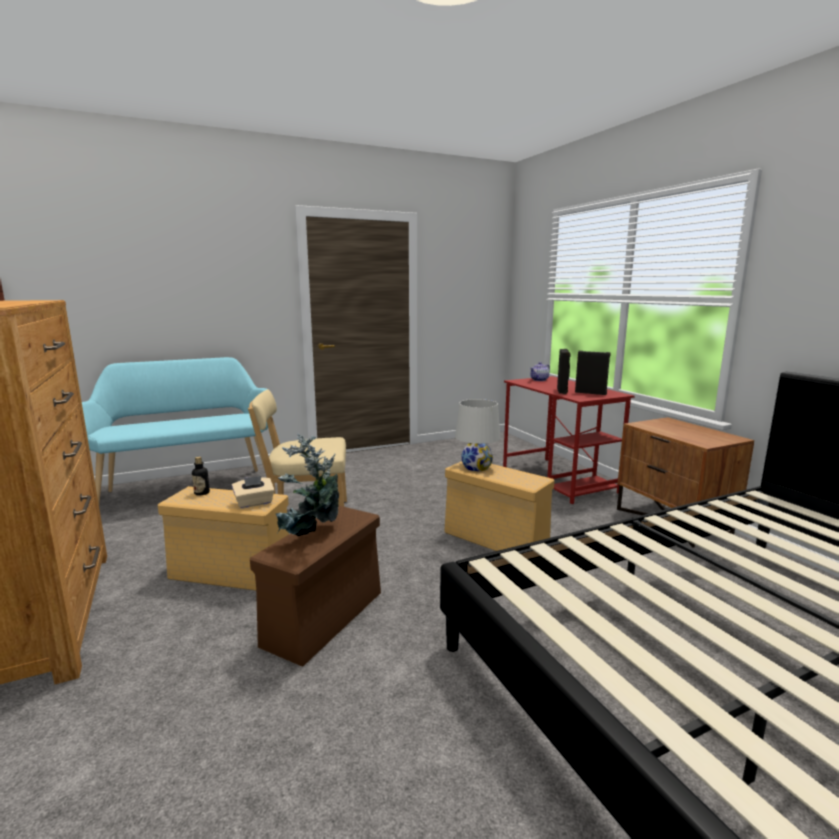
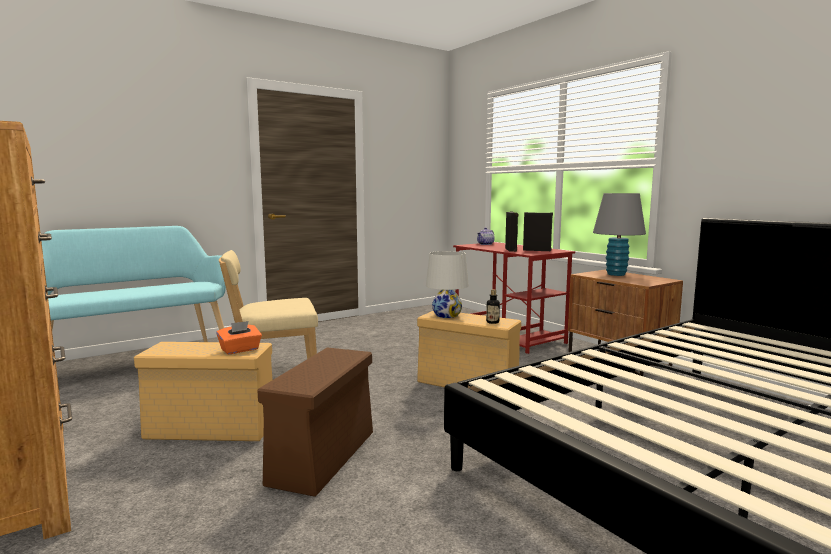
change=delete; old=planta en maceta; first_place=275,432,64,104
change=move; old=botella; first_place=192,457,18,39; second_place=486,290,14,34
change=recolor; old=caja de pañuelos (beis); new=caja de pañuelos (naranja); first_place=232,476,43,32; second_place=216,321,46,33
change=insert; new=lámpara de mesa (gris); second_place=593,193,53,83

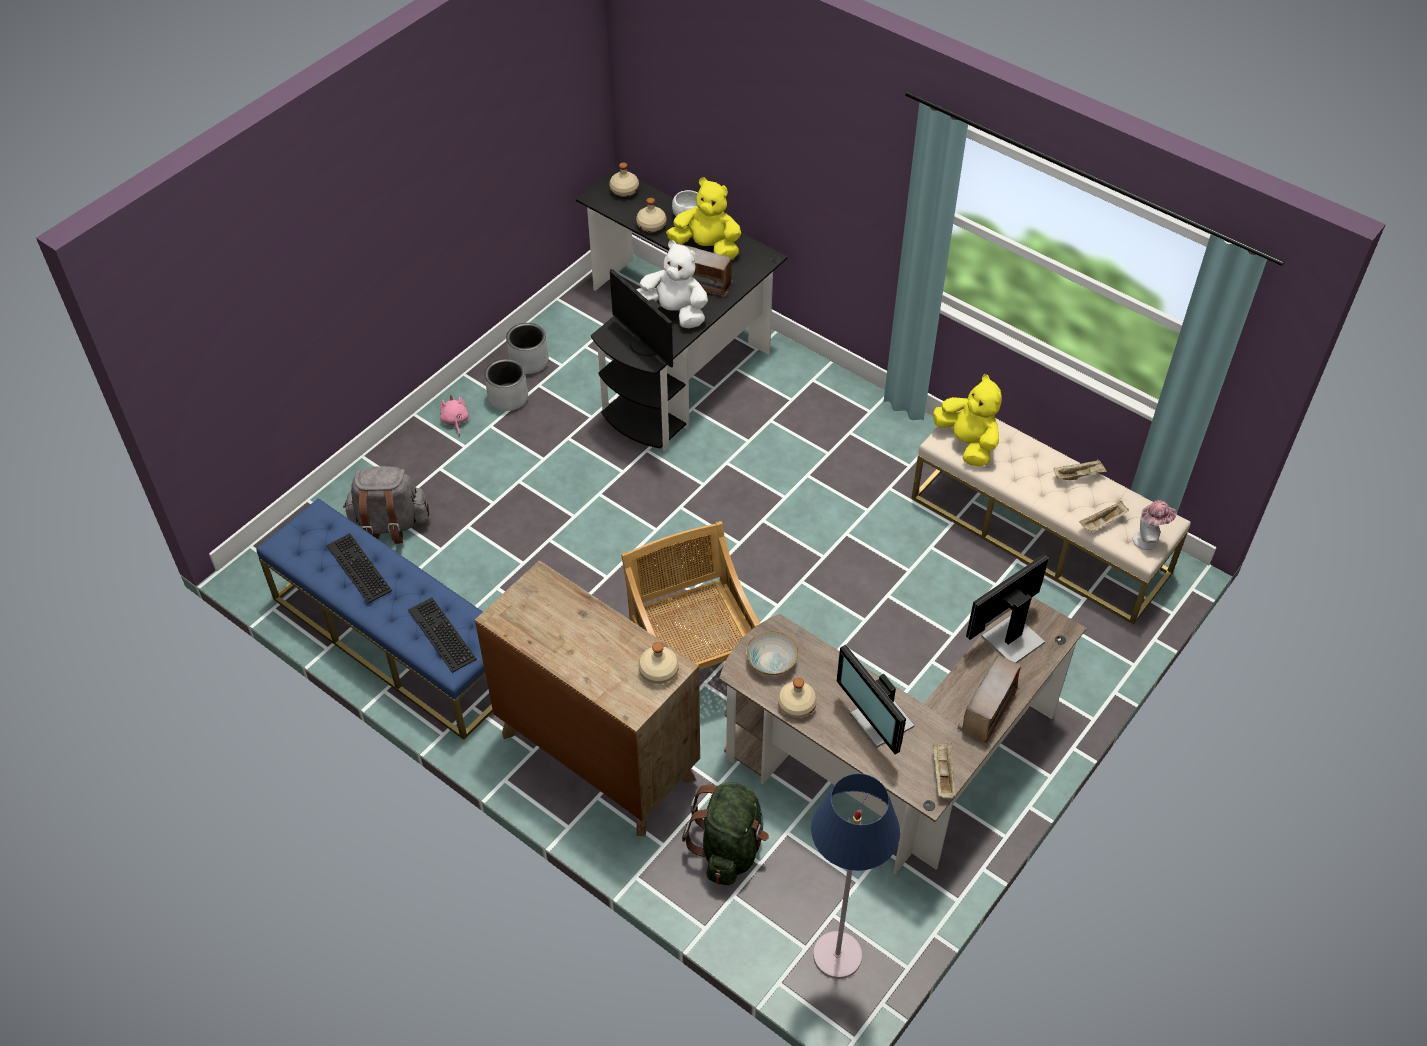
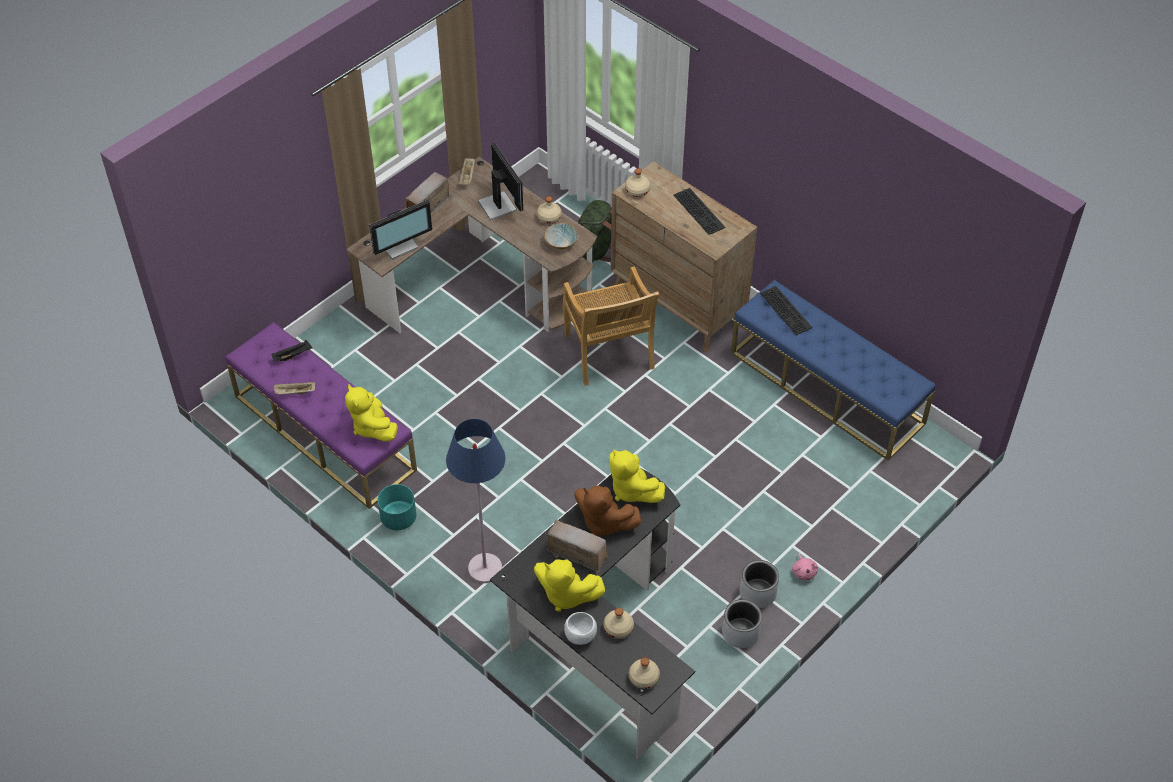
change=recolor; old=peluche (blanco); new=peluche (marrón); first_place=637,240,71,89; second_place=575,485,67,51
change=replace; old=monitor; new=peluche (amarillo); first_place=610,269,63,98; second_place=609,449,56,54
change=recolor; old=banco (beis); new=banco (morado); first_place=912,409,279,215; second_place=226,322,191,187
change=delete; old=mochila (gris); first_place=343,466,86,78
change=delete; old=sombrero; first_place=1133,500,43,50
change=recolor; old=bandeja (beis); new=bandeja (negro); first_place=1079,501,50,31; second_place=272,340,41,22
change=move; old=teclado; first_place=326,533,66,71; second_place=673,188,52,47
change=move; old=lámpara de pie (azul); first_place=811,773,89,206; second_place=446,419,60,164
change=insert; new=maceta (turquesa); second_place=378,484,38,47

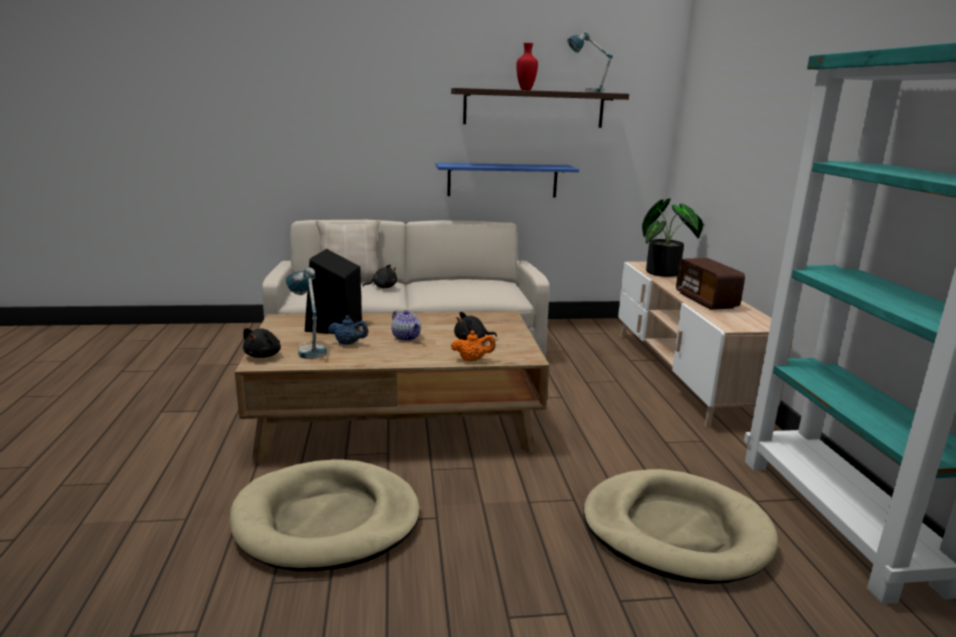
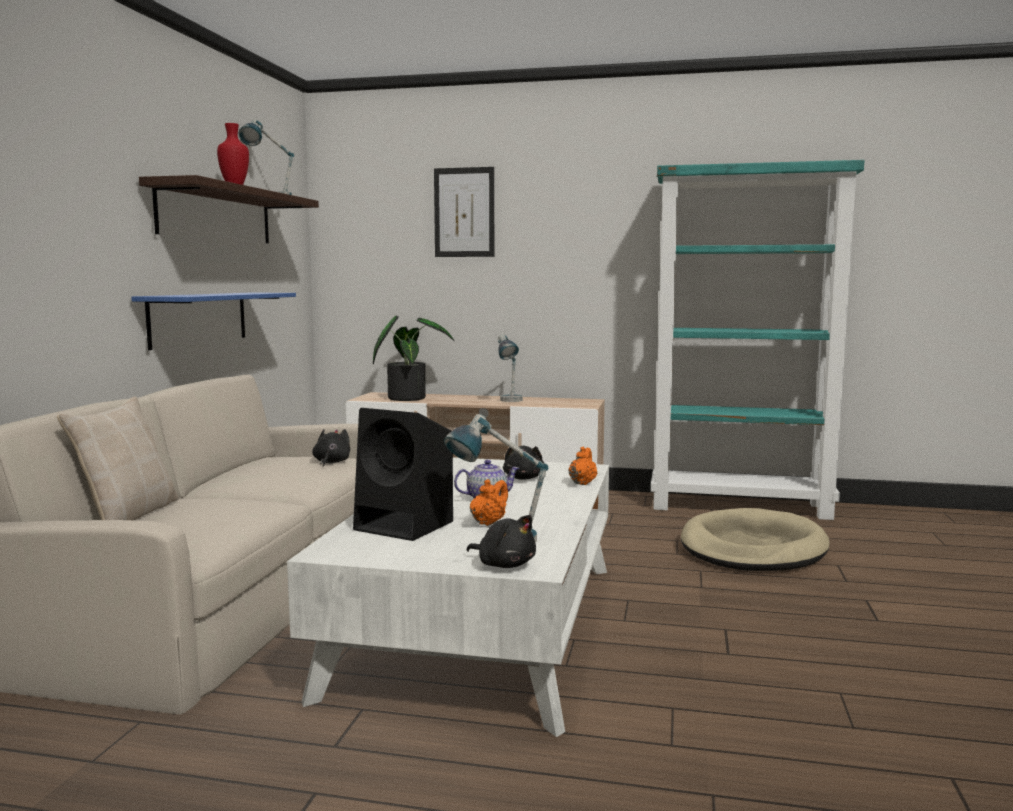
change=replace; old=radio; new=lámpara de mesa; first_place=676,258,69,52; second_place=498,334,24,68
change=move; old=peluche (negro); first_place=363,265,34,24; second_place=312,429,38,37
change=recolor; old=mesa de centro (marrón); new=mesa de centro (blanco); first_place=235,312,314,152; second_place=287,457,322,280
change=recolor; old=tetera (azul); new=tetera (naranja); first_place=328,315,40,30; second_place=470,479,38,47
change=delete; old=cama para perro (beis); first_place=230,459,190,112
change=insert; new=cuadro; second_place=434,167,60,90

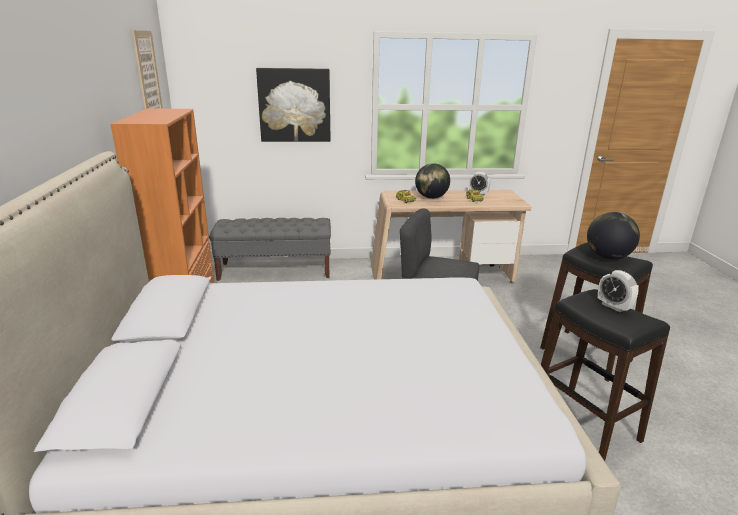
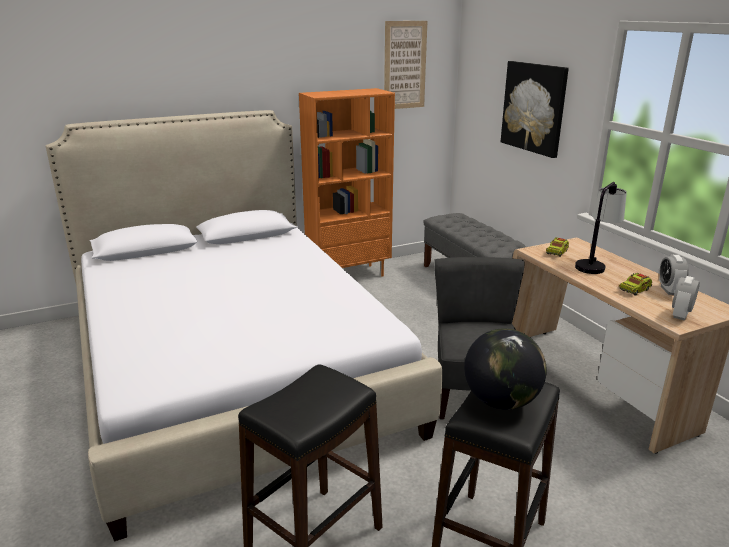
change=replace; old=globo terráqueo; new=lámpara de mesa; first_place=415,163,35,36; second_place=575,182,52,92
change=move; old=despertador; first_place=598,270,41,42; second_place=672,276,28,44

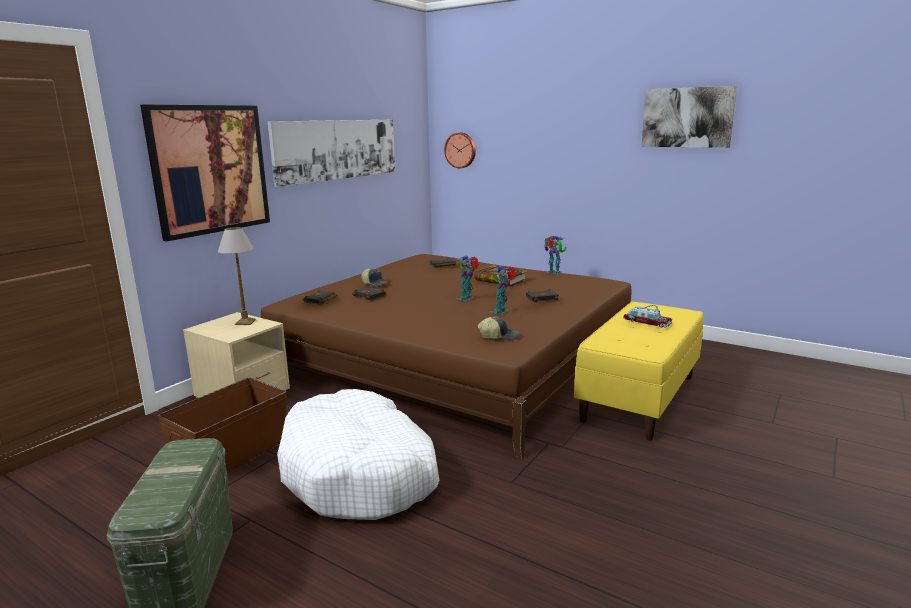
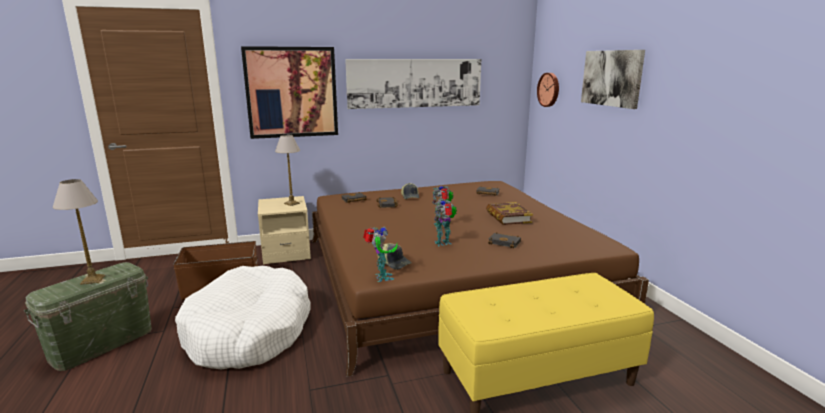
change=move; old=cuadro; first_place=642,86,95,62; second_place=581,50,64,59
change=move; old=robot de juguete; first_place=544,236,22,39; second_place=363,226,35,56
change=delete; old=coche de juguete; first_place=623,305,49,23
change=insert; new=lámpara de mesa; second_place=53,179,52,106

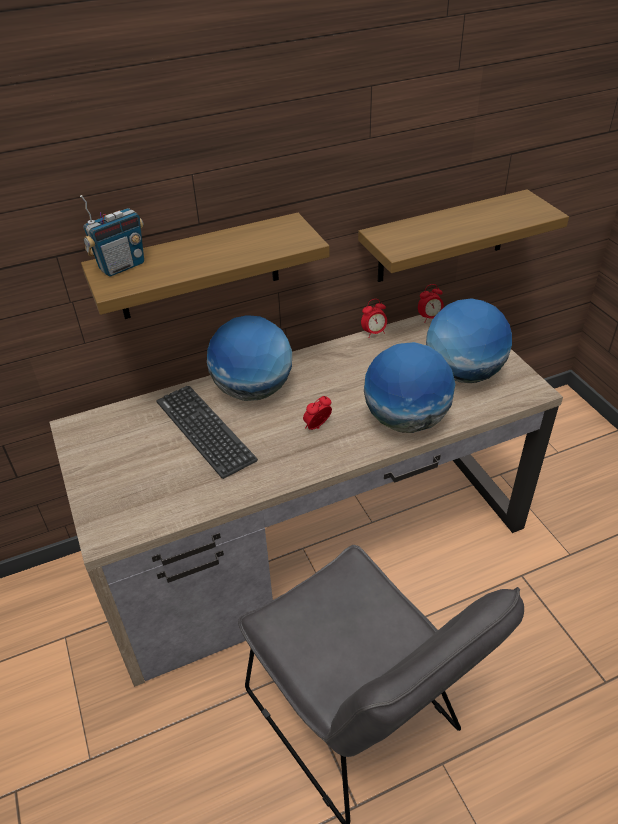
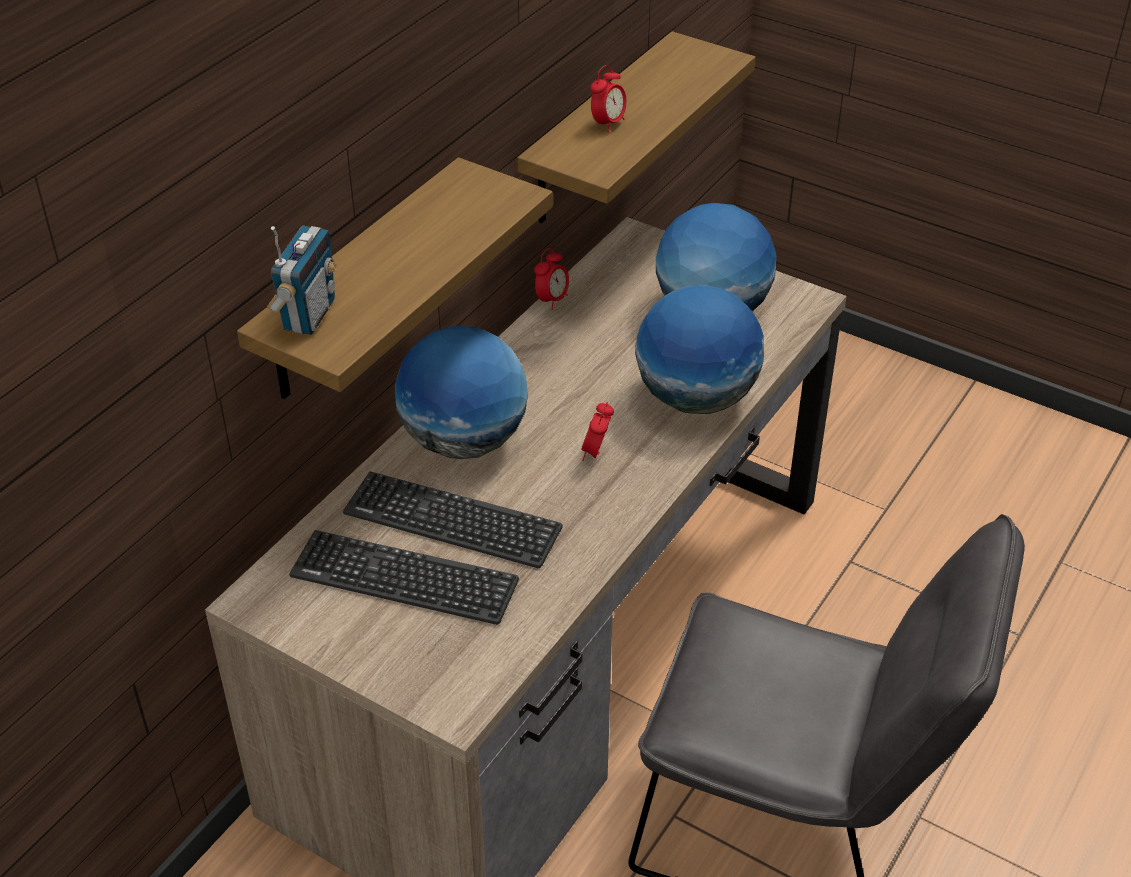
change=move; old=despertador; first_place=418,284,26,39; second_place=590,65,36,67
change=insert; new=teclado; second_place=289,530,230,95

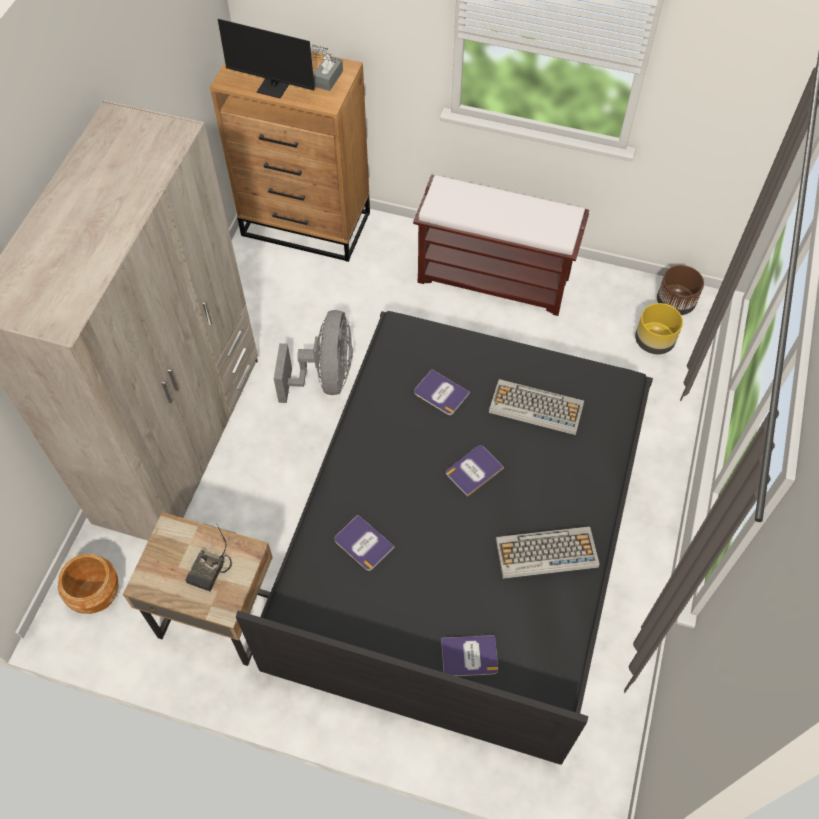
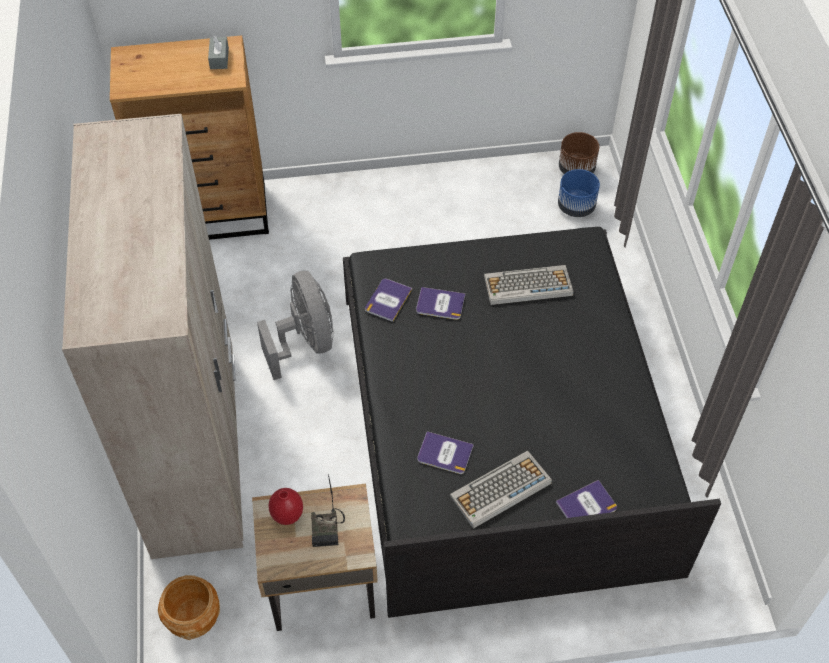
change=delete; old=monitor; first_place=218,19,123,79
change=delete; old=banco (marrón); first_place=413,175,176,141
change=recolor; old=maceta (amarillo); new=maceta (azul); first_place=635,303,48,51; second_place=558,169,42,48
change=move; old=libro; first_place=446,445,58,52; second_place=365,279,47,43
change=move; old=teclado; first_place=495,526,104,53; second_place=450,451,102,78
change=insert; new=florero (rojo); second_place=269,488,34,37

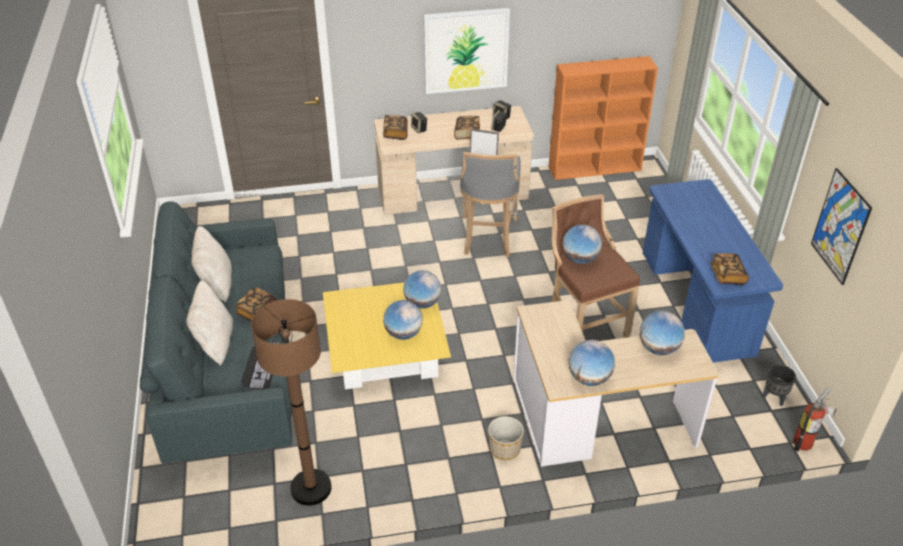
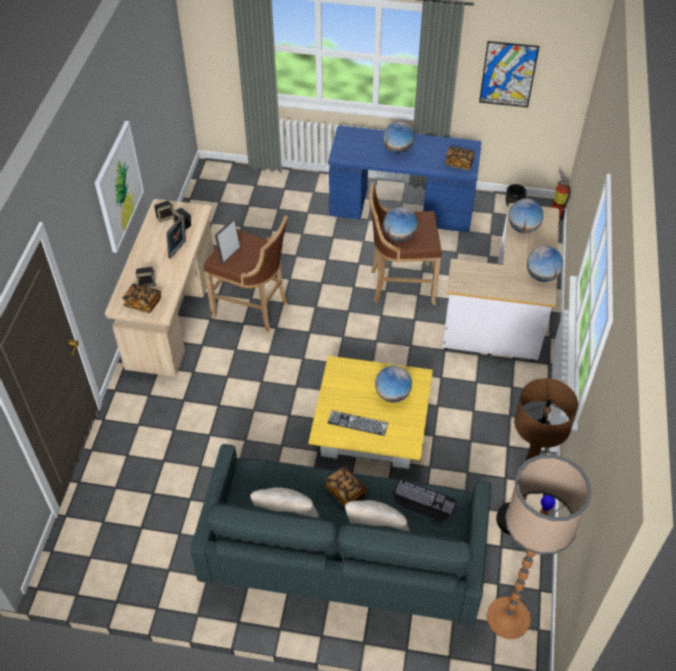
change=delete; old=estantería (naranja); first_place=549,56,109,124
change=replace; old=libro; new=portarretratos; first_place=454,116,26,24; second_place=166,215,20,44
change=recolor; old=taburete (gris); new=taburete (marrón); first_place=460,152,61,105; second_place=204,215,84,118
change=move; old=globo terráqueo; first_place=403,270,39,39; second_place=383,121,32,33
change=delete; old=maceta; first_place=488,416,36,44
change=insert; new=teclado; second_place=328,410,60,26
change=insert; new=lámpara de pie; second_place=486,454,106,185

